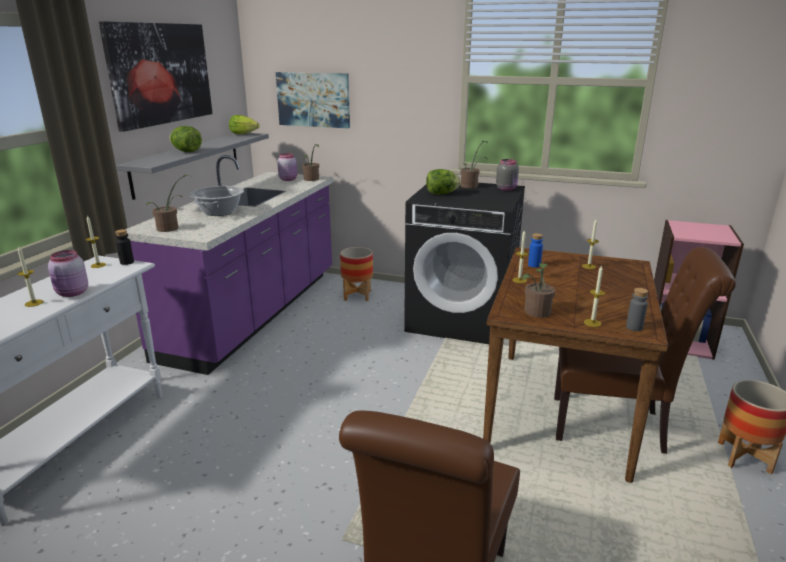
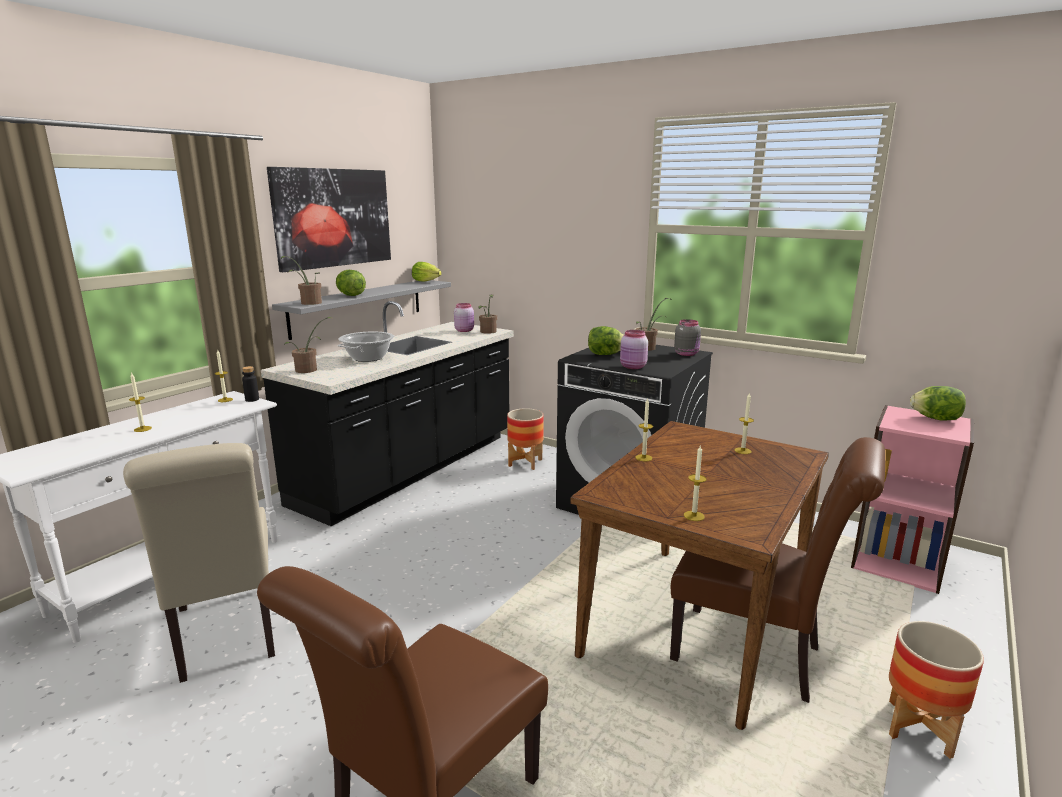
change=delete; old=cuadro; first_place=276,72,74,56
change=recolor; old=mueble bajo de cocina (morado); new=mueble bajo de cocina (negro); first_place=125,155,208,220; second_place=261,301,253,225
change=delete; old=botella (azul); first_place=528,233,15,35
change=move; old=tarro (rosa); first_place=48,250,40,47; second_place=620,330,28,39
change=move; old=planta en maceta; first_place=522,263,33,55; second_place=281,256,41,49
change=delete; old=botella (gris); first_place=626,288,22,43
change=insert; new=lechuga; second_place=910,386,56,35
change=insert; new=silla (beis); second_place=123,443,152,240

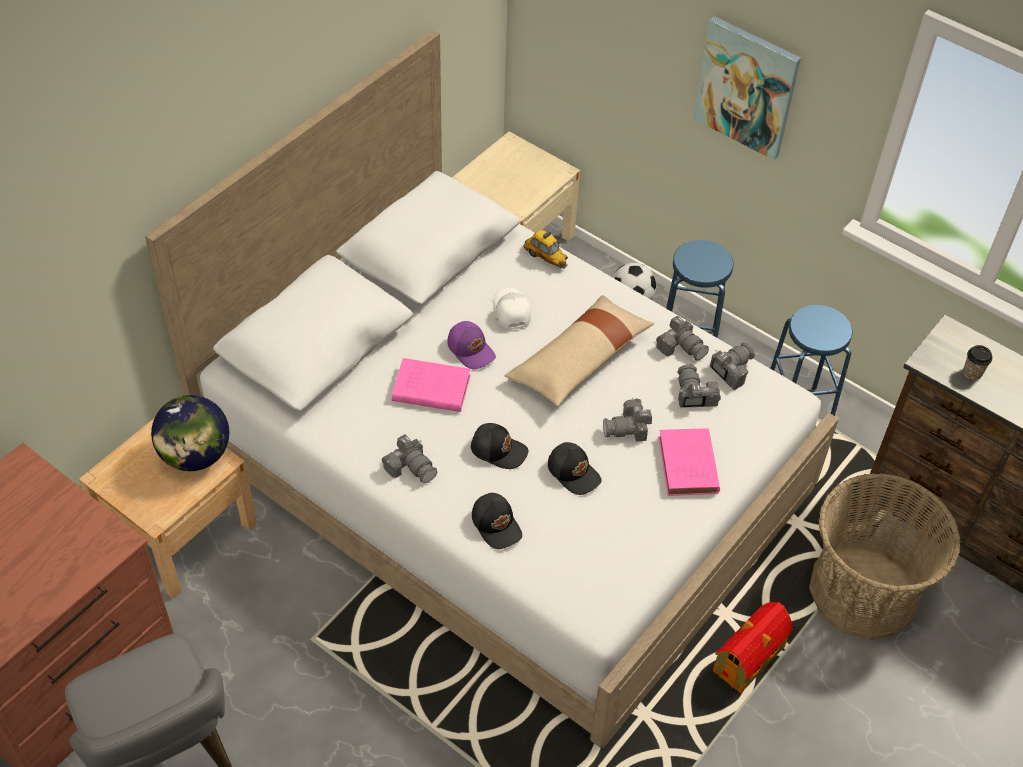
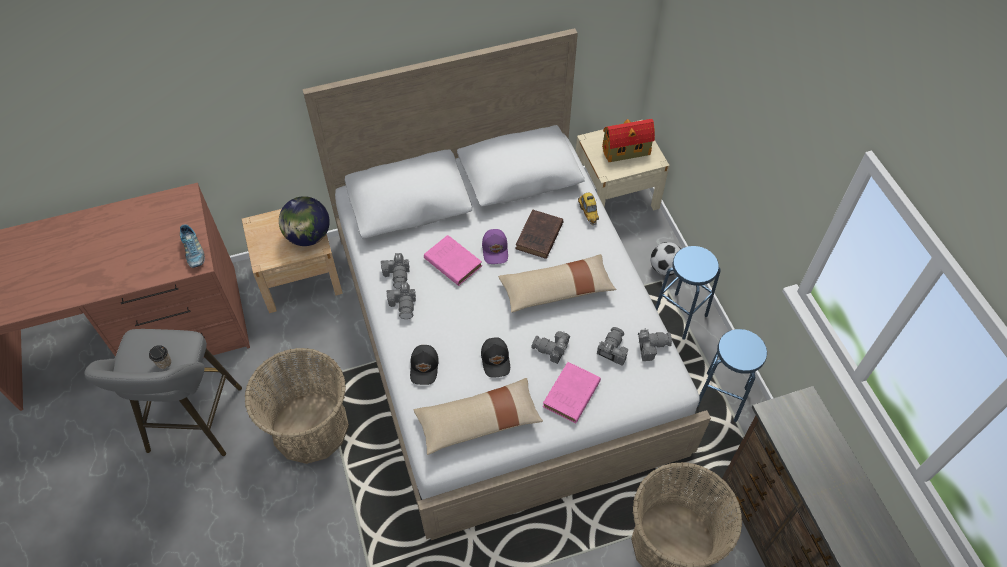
change=delete; old=cuadro; first_place=693,16,108,144
change=replace; old=gorra (blanco); new=libro (marrón); first_place=493,288,38,41; second_place=515,210,48,49
change=move; old=cámara; first_place=656,316,53,44; second_place=380,253,29,36
change=move; old=taza; first_place=963,345,29,35; second_place=149,345,22,24
change=delete; old=gorra (negro); first_place=471,423,58,46
change=move; old=casita; first_place=713,602,80,91; second_place=602,119,53,43
change=insert; new=zapato; second_place=180,224,25,44
change=insert; new=cesta; second_place=244,348,105,116
change=insert; new=cojín (beis); second_place=414,378,129,77

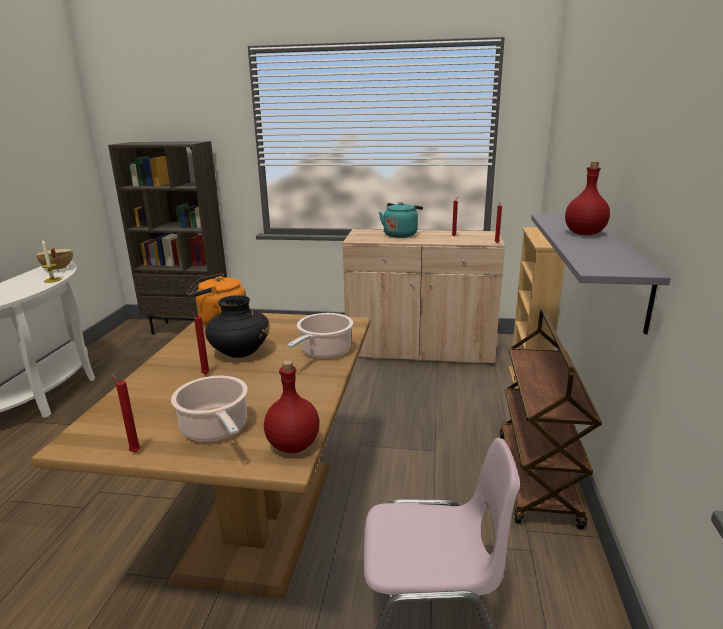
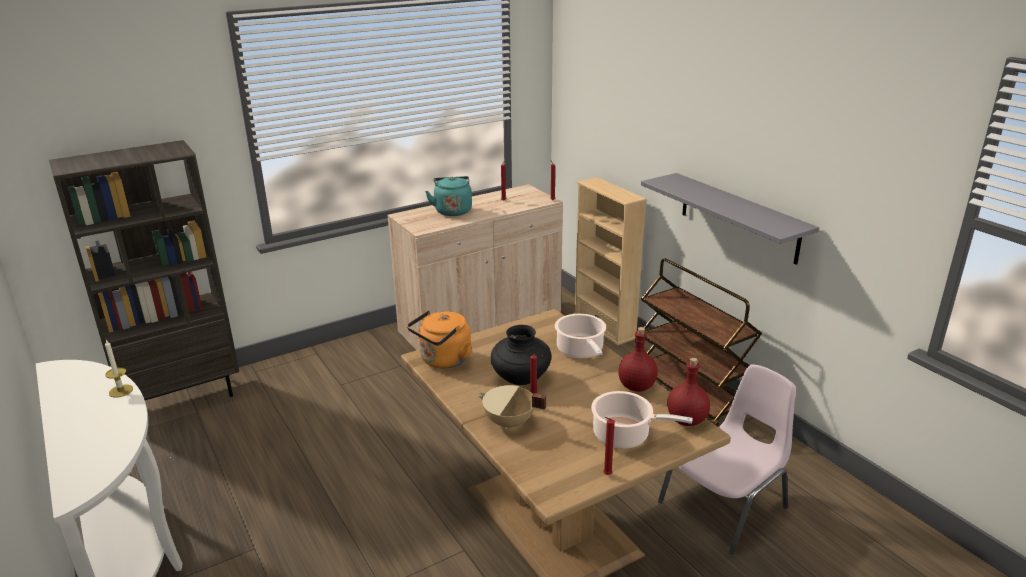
change=move; old=botella (rojo); first_place=565,161,45,74; second_place=618,327,40,65
change=move; old=olla (beis); first_place=35,248,38,23; second_place=478,385,69,45

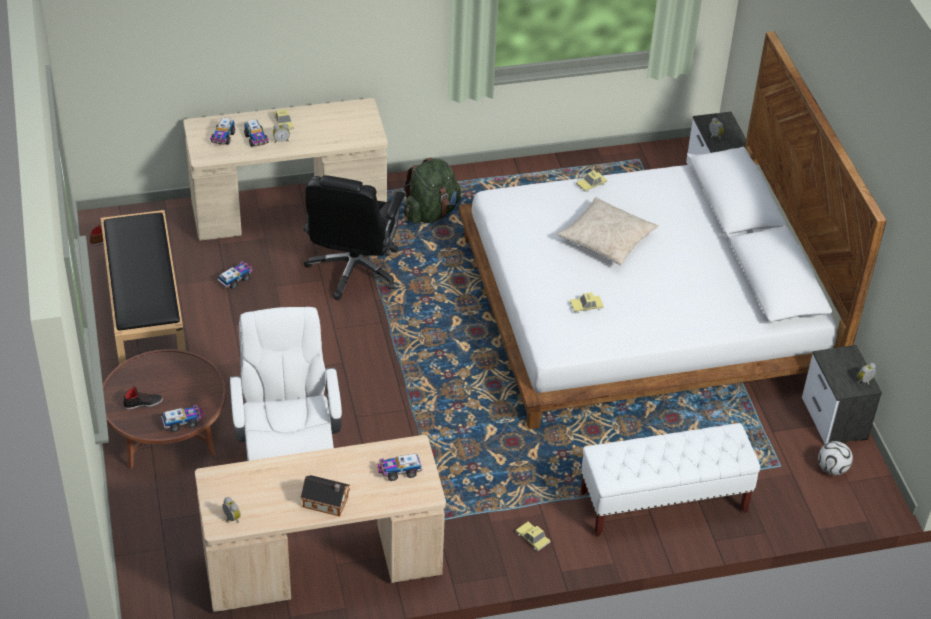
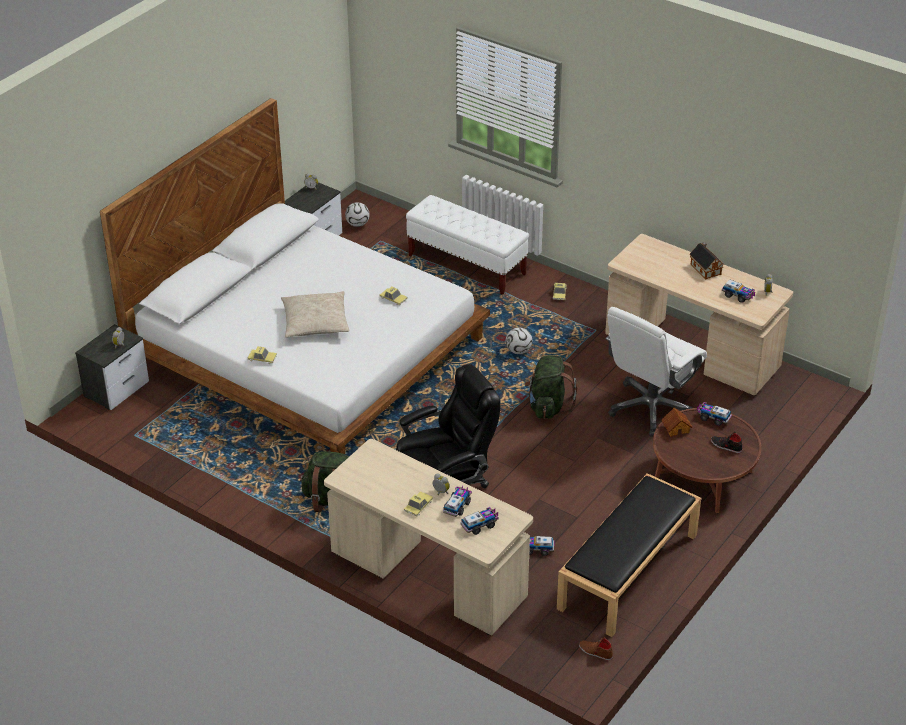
change=move; old=camión de juguete; first_place=377,453,45,28; second_place=722,280,33,23
change=insert; new=balón de fútbol; second_place=506,328,26,26
change=insert; new=mochila (verde); second_place=525,355,52,64
change=insert; new=casita; second_place=661,408,32,29

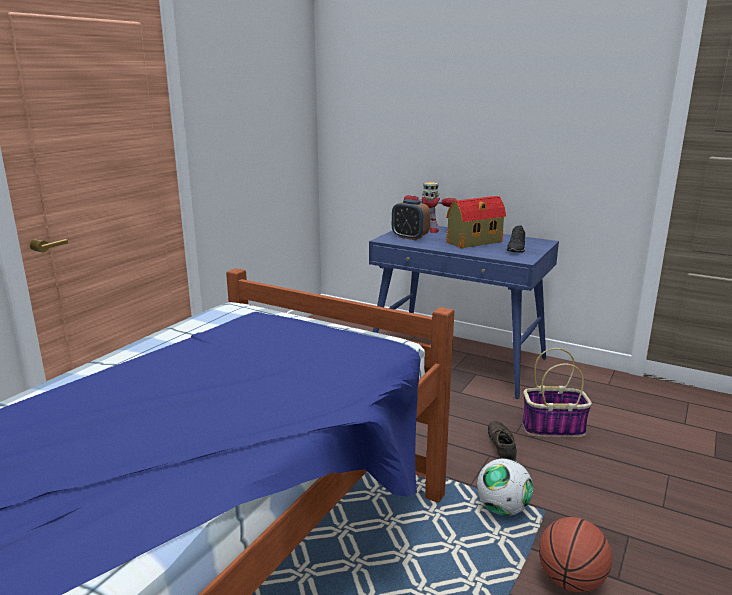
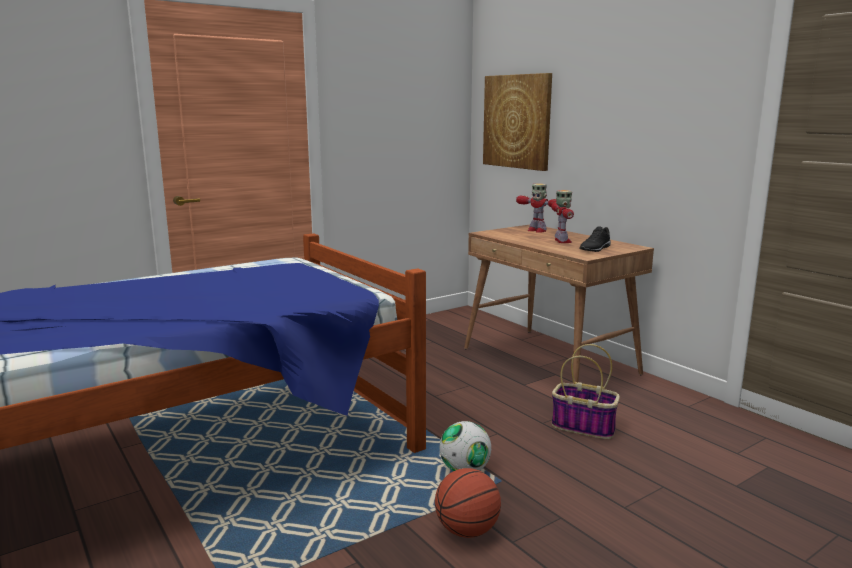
change=replace; old=casita; new=robot de juguete; first_place=446,196,60,52; second_place=551,190,23,53
change=delete; old=despertador; first_place=392,199,38,41
change=recolor; old=escritorio (azul); new=escritorio (marrón); first_place=369,226,190,173; second_place=464,224,190,159
change=delete; old=zapato (marrón); first_place=487,421,30,40
change=insert; new=cuadro; second_place=483,73,69,98

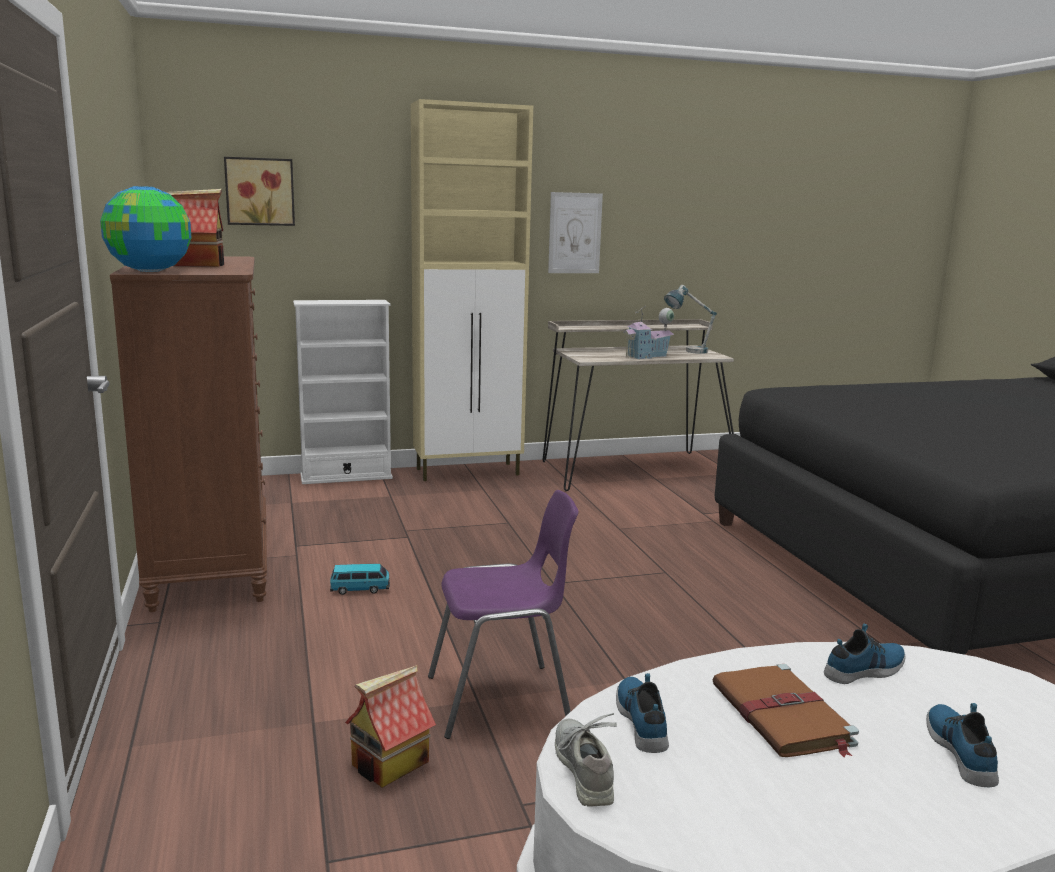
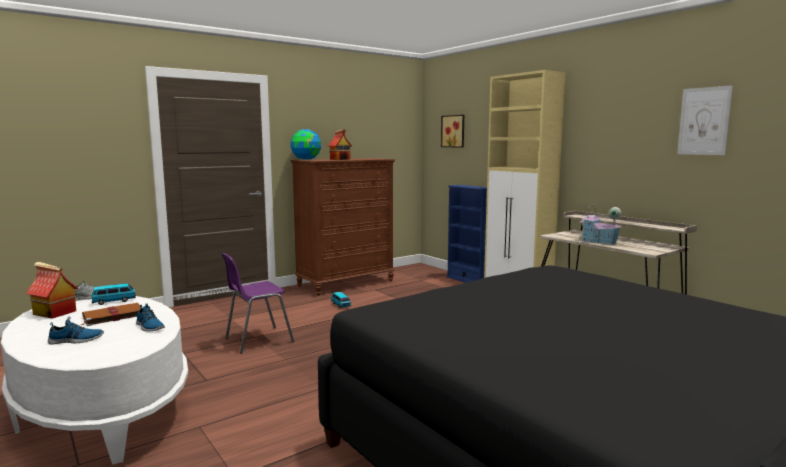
change=move; old=cuadro; first_place=548,192,55,81; second_place=677,85,56,70
change=delete; old=lámpara de mesa; first_place=664,285,53,69
change=recolor; old=estantería (blanco); new=estantería (azul); first_place=293,300,100,184; second_place=446,185,41,98
change=rotate; old=silla (morado); first_place=428,490,150,249; second_place=221,253,73,101; degrees=90
change=move; old=casita; first_place=345,665,91,123; second_place=26,262,52,57
change=replace; old=zapato; new=coche de juguete; first_place=616,673,53,80; second_place=92,283,44,22

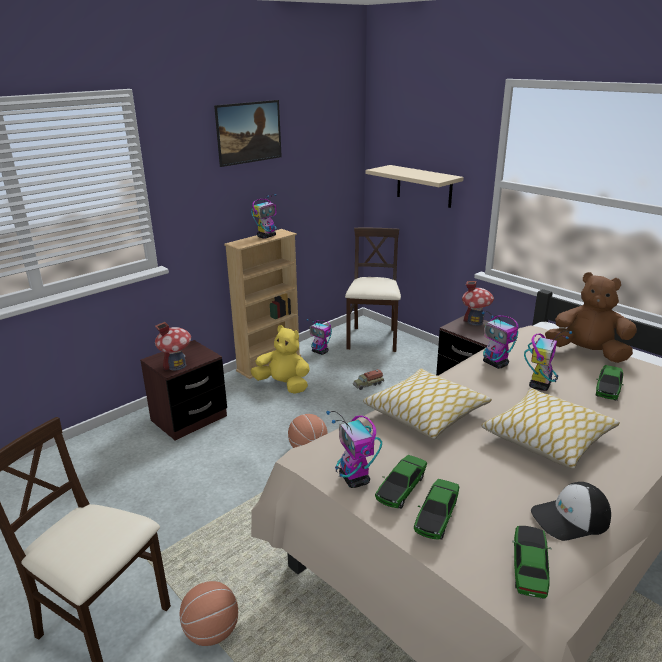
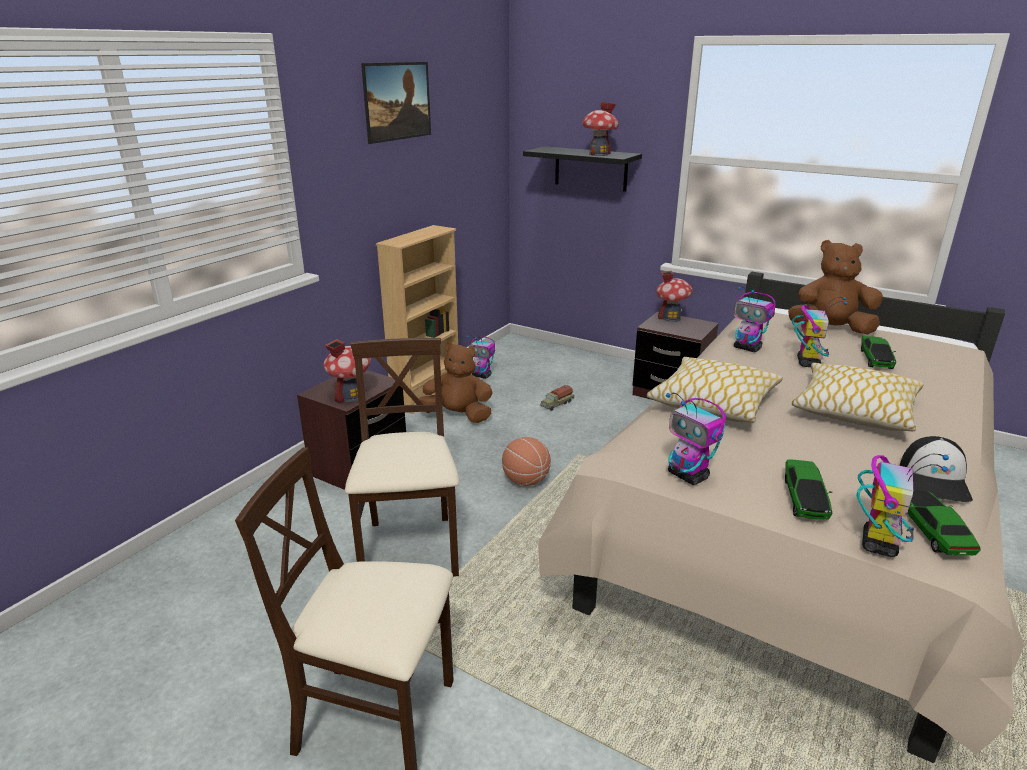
change=recolor; old=estante (beis); new=estante (negro); first_place=365,165,99,43; second_place=523,146,119,46
change=move; old=robot de juguete; first_place=251,194,26,45; second_place=856,453,93,104
change=move; old=silla (beis); first_place=345,228,56,124; second_place=345,338,114,239
change=recolor; old=peluche (amarillo); new=peluche (marrón); first_place=250,325,60,69; second_place=418,342,75,81
change=delete; old=coche de juguete; first_place=375,455,52,54
change=rotate; old=gorra; first_place=531,482,80,59; second_place=900,436,73,66; degrees=-45
change=delete; old=balón de baloncesto; first_place=180,581,58,65
change=insert; new=casita; second_place=582,102,37,54

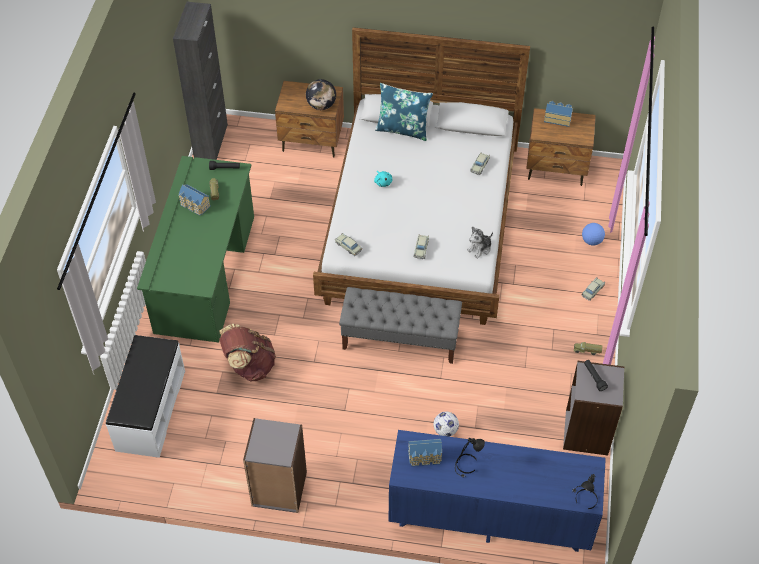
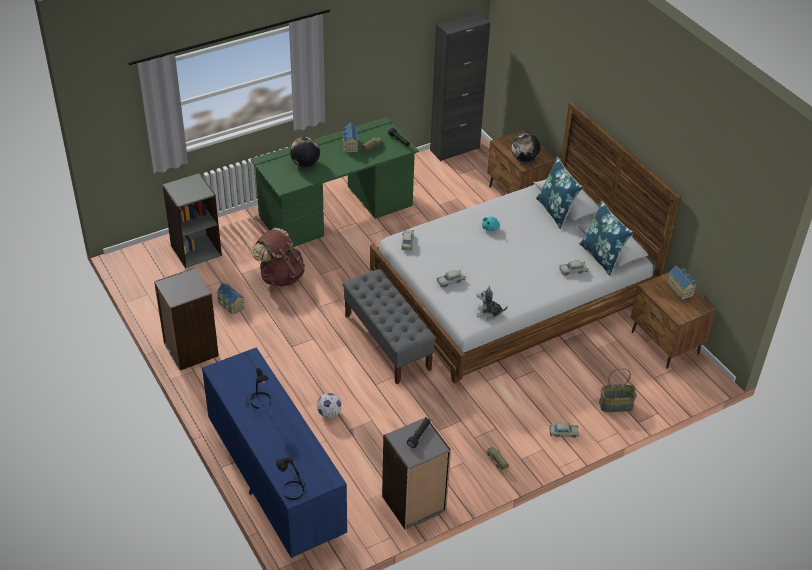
change=replace; old=balón de fútbol; new=cesta; first_place=582,223,23,23; second_place=599,368,38,44
change=replace; old=banco (blanco); new=estantería (gris); first_place=106,335,79,123; second_place=162,173,60,95
change=move; old=casita; first_place=408,439,34,27; second_place=217,283,28,31
change=insert; new=globo terráqueo; second_place=290,137,30,30
change=insert; new=cojín (azul); second_place=579,200,55,76

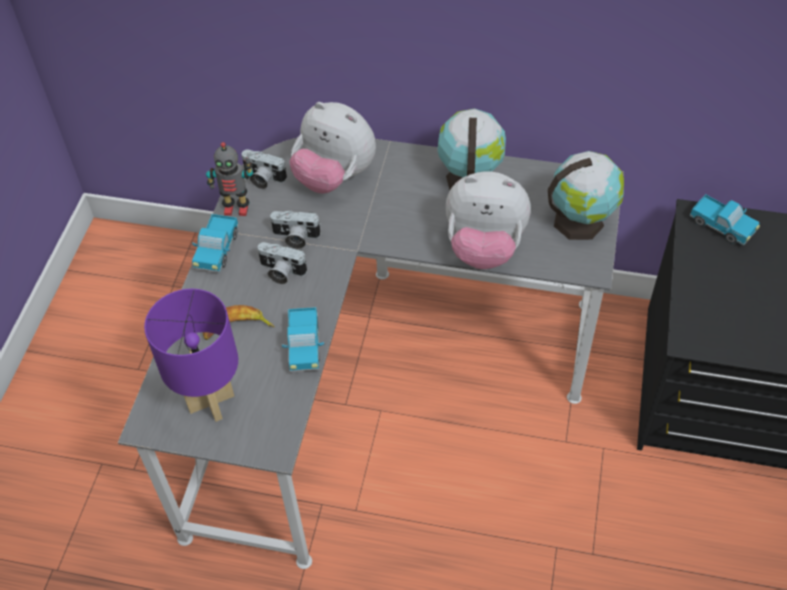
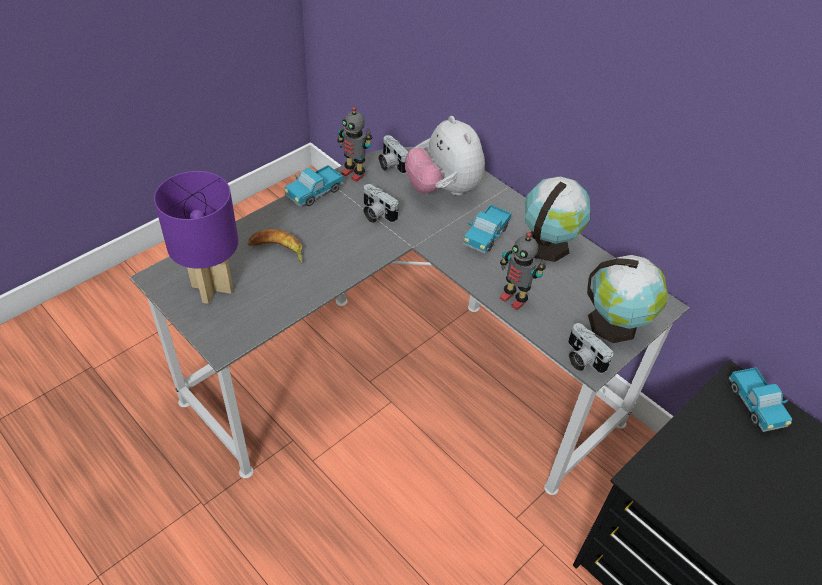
change=replace; old=peluche; new=robot de juguete; first_place=446,171,85,98; second_place=500,232,46,78
change=move; old=cámara; first_place=257,242,50,42; second_place=568,323,45,51
change=move; old=camión de juguete; first_place=282,307,42,65; second_place=463,204,48,50

